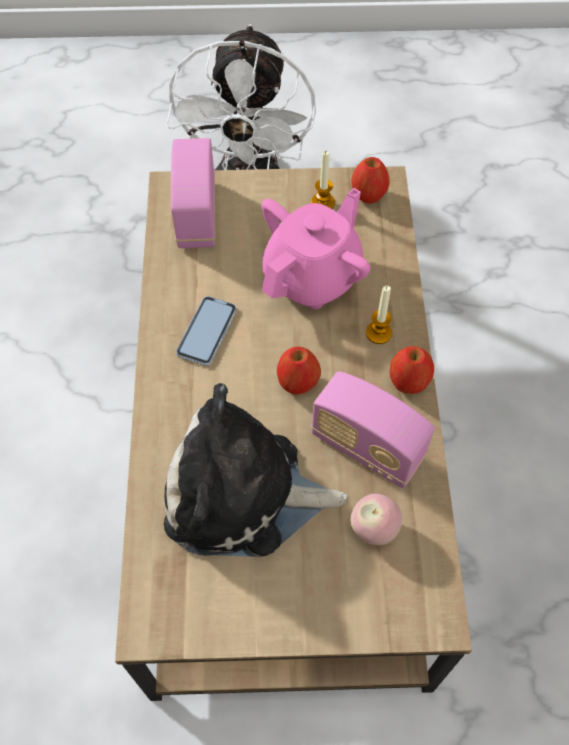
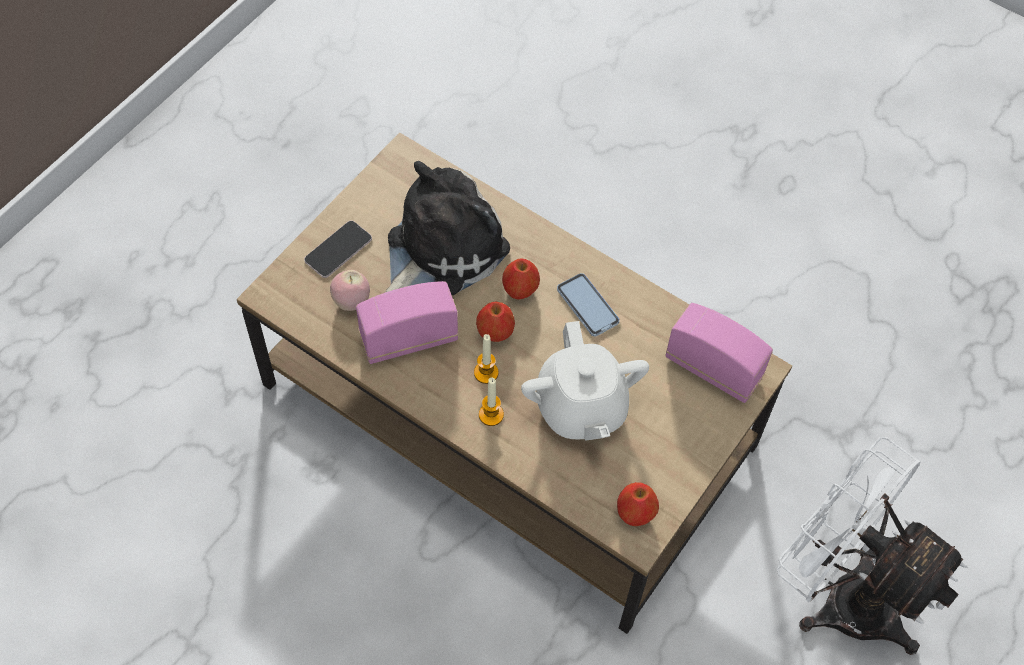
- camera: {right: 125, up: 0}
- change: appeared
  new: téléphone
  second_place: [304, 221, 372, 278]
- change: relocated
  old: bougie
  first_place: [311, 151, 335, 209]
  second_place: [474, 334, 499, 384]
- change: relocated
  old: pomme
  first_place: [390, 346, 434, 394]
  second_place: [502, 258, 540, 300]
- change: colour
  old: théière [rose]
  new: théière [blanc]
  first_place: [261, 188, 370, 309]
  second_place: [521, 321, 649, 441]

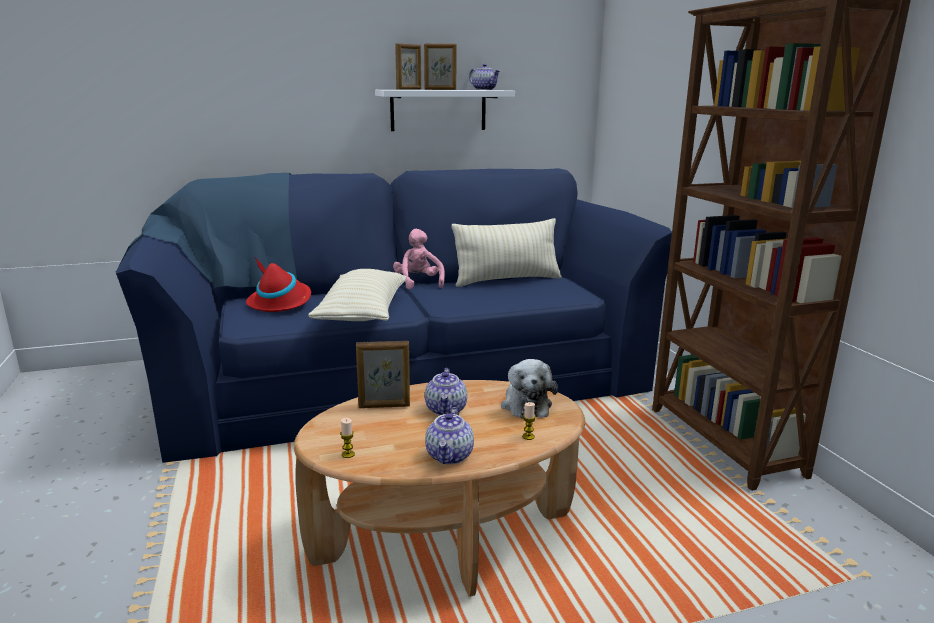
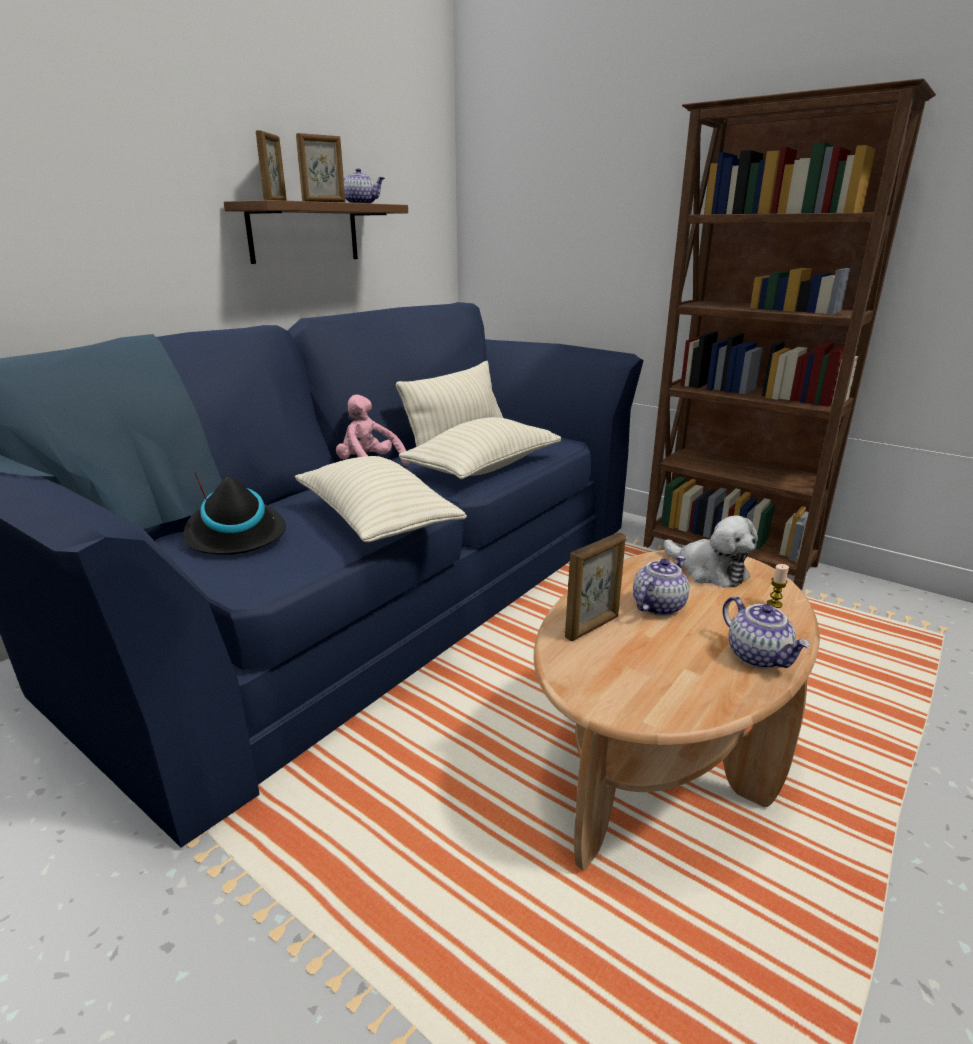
- camera: {right: -35, up: 5}
- change: colour
  old: chapeau [rouge]
  new: chapeau [noir]
  first_place: [246, 257, 311, 312]
  second_place: [184, 472, 286, 555]
- change: colour
  old: étagère [blanc]
  new: étagère [marron]
  first_place: [375, 90, 515, 131]
  second_place: [224, 200, 408, 264]
- change: appeared
  new: coussin [beige]
  second_place: [399, 417, 561, 479]
- change: spun
  old: théière
  first_place: [425, 368, 467, 416]
  second_place: [633, 556, 689, 616]
  degrees: -105
- change: missing
  old: bougie
  first_place: [340, 418, 355, 458]

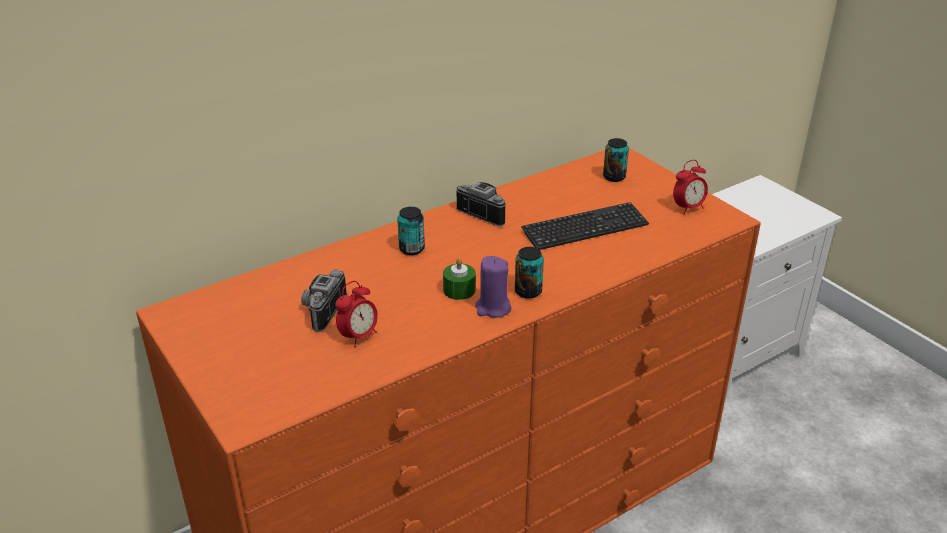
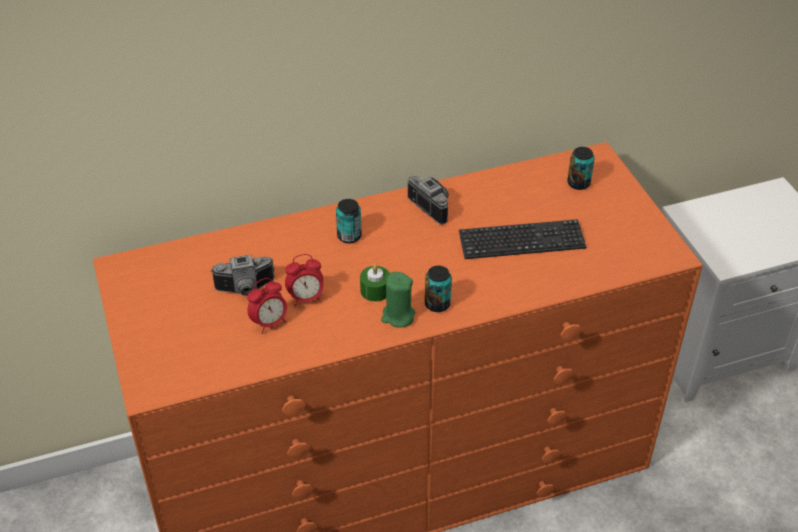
- camera: {right: 15, up: 10}
- change: spun
  old: appareil photo
  first_place: [301, 270, 347, 332]
  second_place: [210, 254, 275, 296]
  degrees: -135
- change: relocated
  old: réveil
  first_place: [673, 160, 708, 215]
  second_place: [285, 254, 323, 307]
- change: colour
  old: bougie [violet]
  new: bougie [vert]
  first_place: [475, 256, 511, 318]
  second_place: [381, 272, 415, 327]

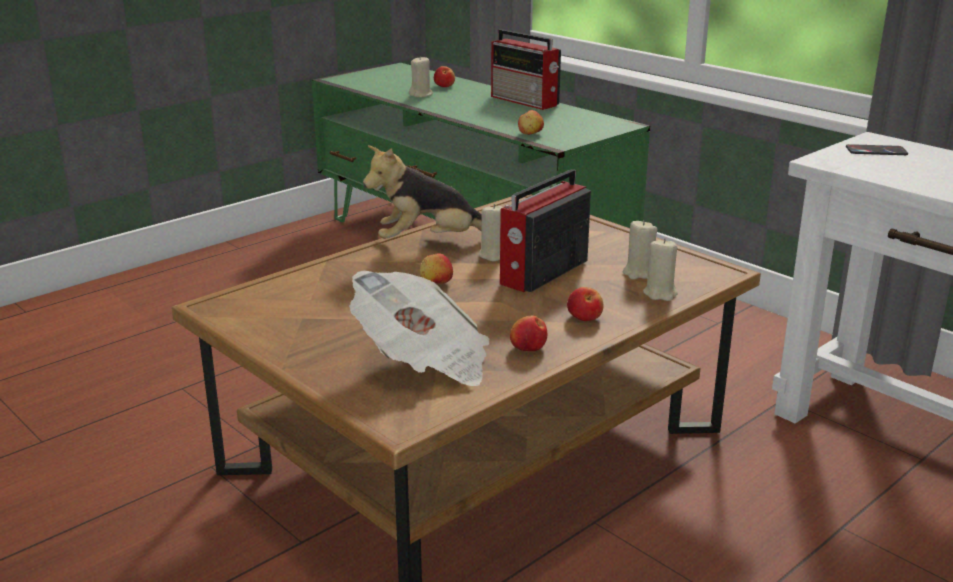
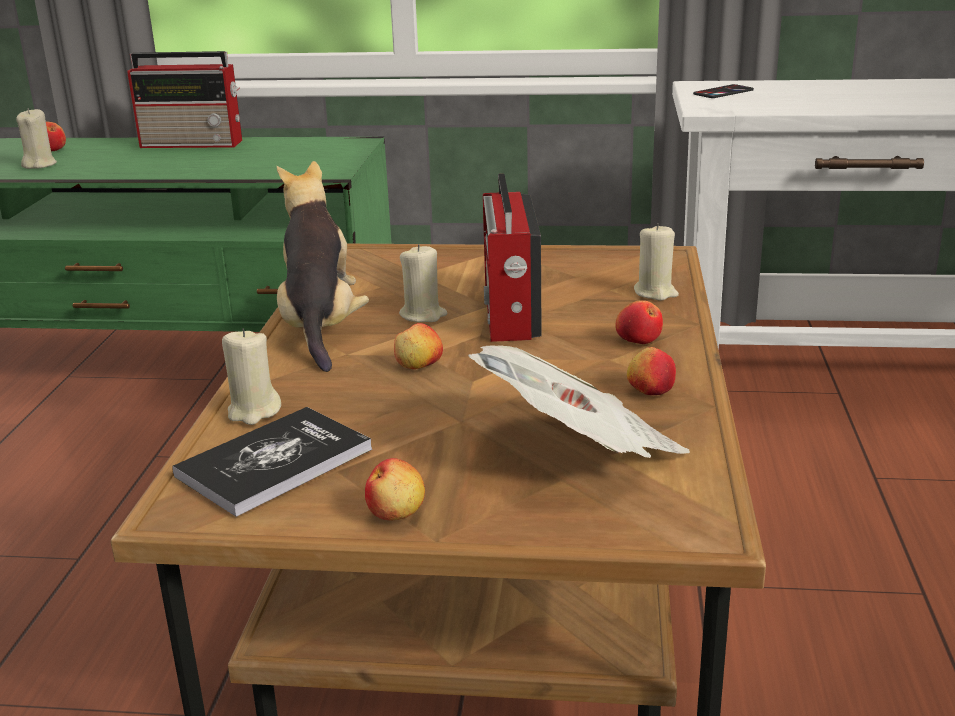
- camera: {right: -40, up: 0}
- change: appeared
  new: livre
  second_place: [172, 407, 372, 517]
- change: relocated
  old: bougie [beige]
  first_place: [622, 220, 658, 279]
  second_place: [222, 329, 281, 425]
- change: spun
  old: peluche
  first_place: [363, 145, 482, 239]
  second_place: [277, 161, 369, 372]
  degrees: 135
- change: relocated
  old: pomme
  first_place: [518, 110, 544, 135]
  second_place: [365, 458, 425, 520]

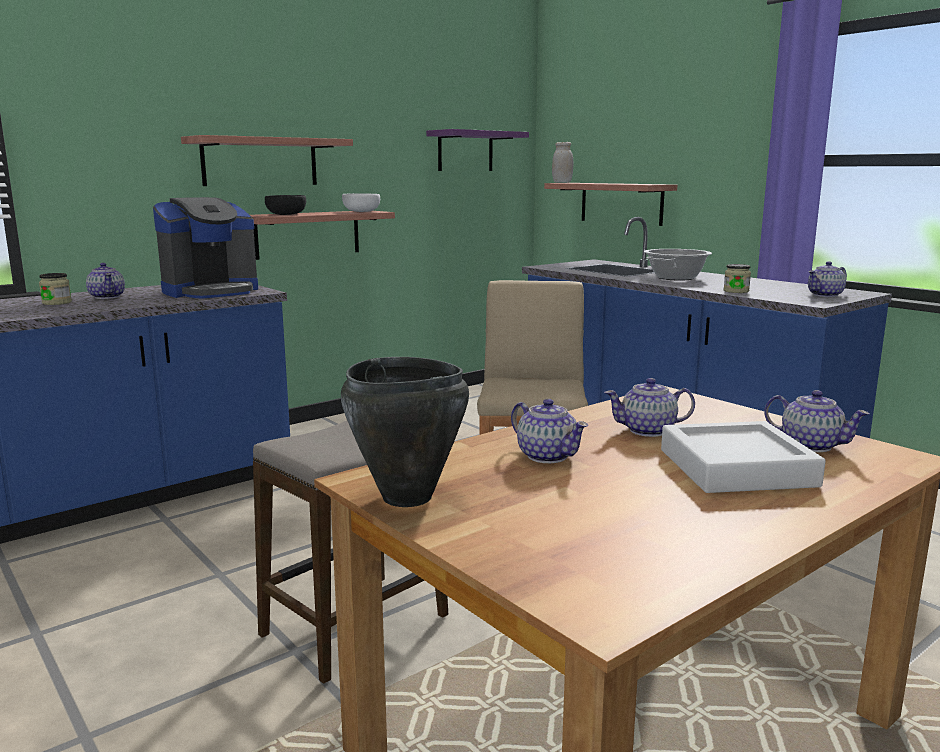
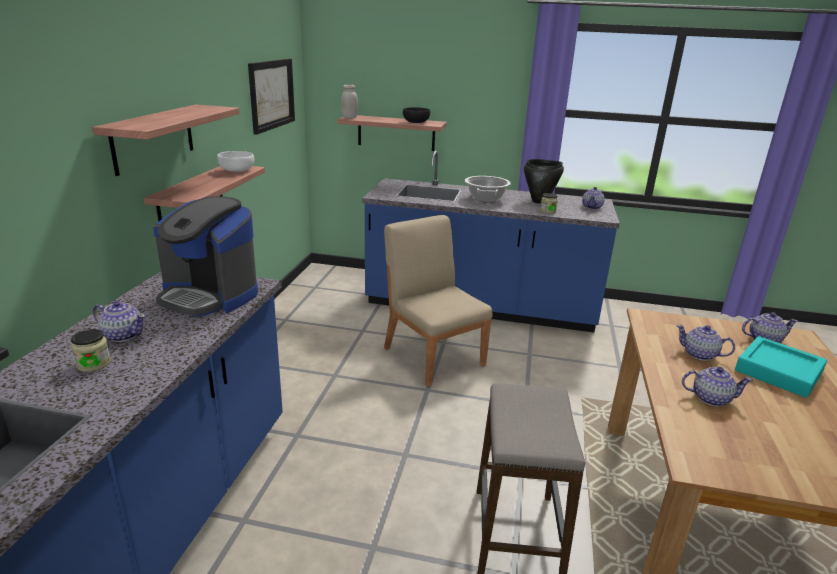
- camera: {right: -40, up: 10}
- change: spun
  old: machine à café
  first_place: [153, 197, 258, 299]
  second_place: [153, 196, 258, 317]
  degrees: 105
- change: exchanged
  old: étagère [violet]
  new: tableau
  first_place: [426, 129, 529, 171]
  second_place: [248, 59, 295, 135]
- change: relocated
  old: bol [noir]
  first_place: [265, 195, 306, 215]
  second_place: [403, 107, 430, 123]
- change: relocated
  old: marmite [noir]
  first_place: [341, 357, 469, 507]
  second_place: [524, 159, 564, 204]
- change: spun
  old: théière
  first_place: [604, 378, 695, 437]
  second_place: [676, 325, 735, 361]
  degrees: 75
- change: colour
  old: plateau [blanc]
  new: plateau [turquoise]
  first_place: [661, 421, 826, 493]
  second_place: [735, 336, 827, 398]

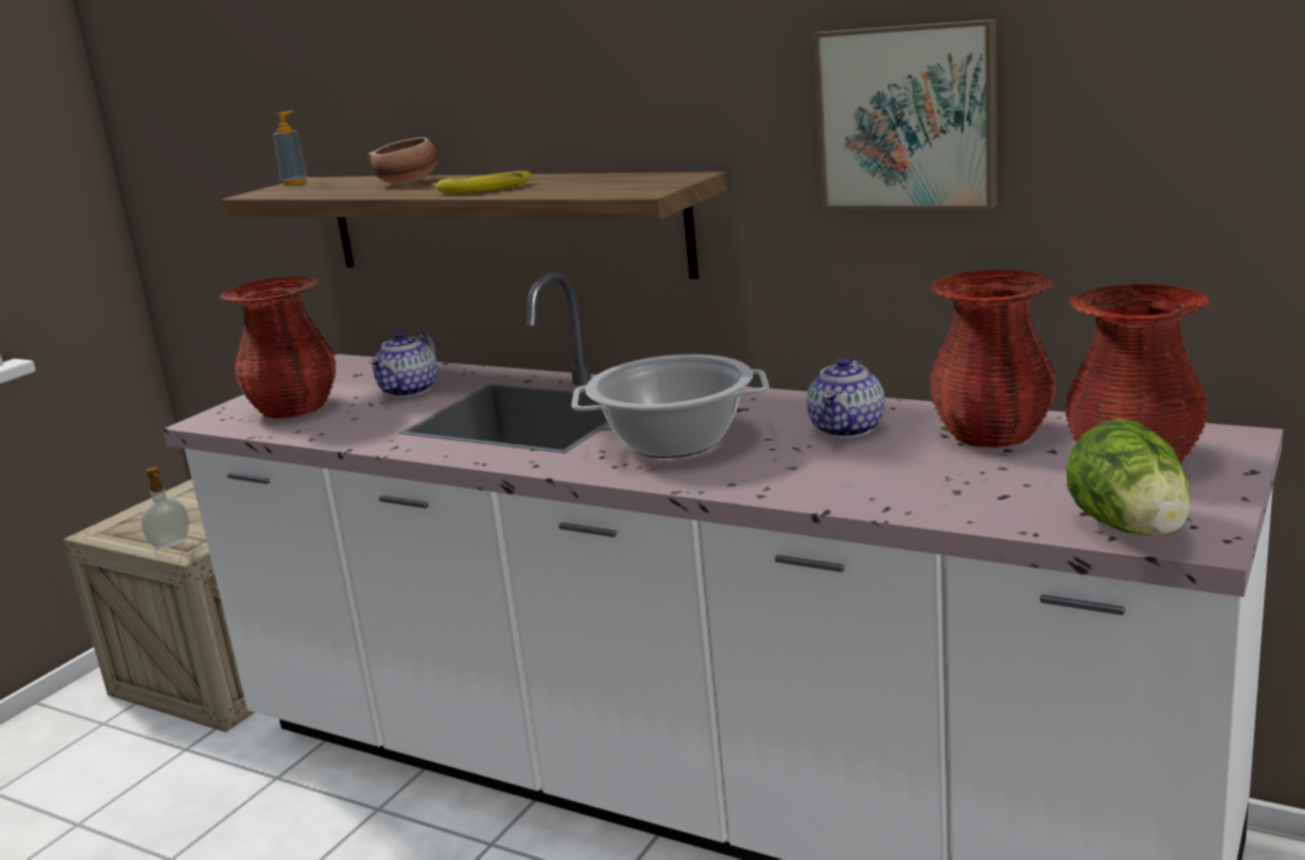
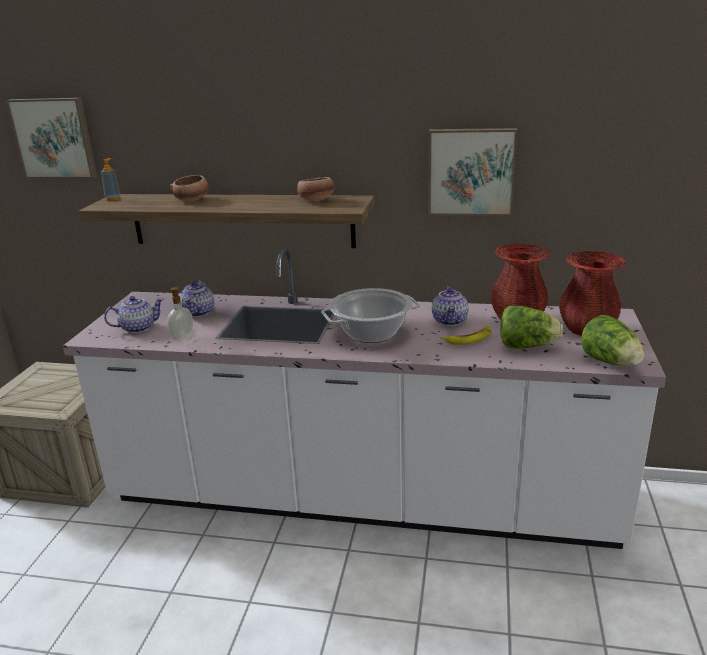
- camera: {right: -20, up: 5}
- change: appeared
  new: tableau
  second_place: [5, 98, 97, 178]
- change: exchanged
  old: vase [rouge]
  new: théière
  first_place: [220, 276, 336, 419]
  second_place: [104, 296, 164, 333]
- change: relocated
  old: distributeur de savon
  first_place: [141, 467, 189, 549]
  second_place: [167, 287, 193, 340]
- change: appeared
  new: bol
  second_place: [297, 177, 334, 201]
- change: relocated
  old: banane
  first_place: [432, 171, 531, 194]
  second_place: [440, 326, 492, 345]
- change: appeared
  new: laitue
  second_place: [500, 306, 563, 349]

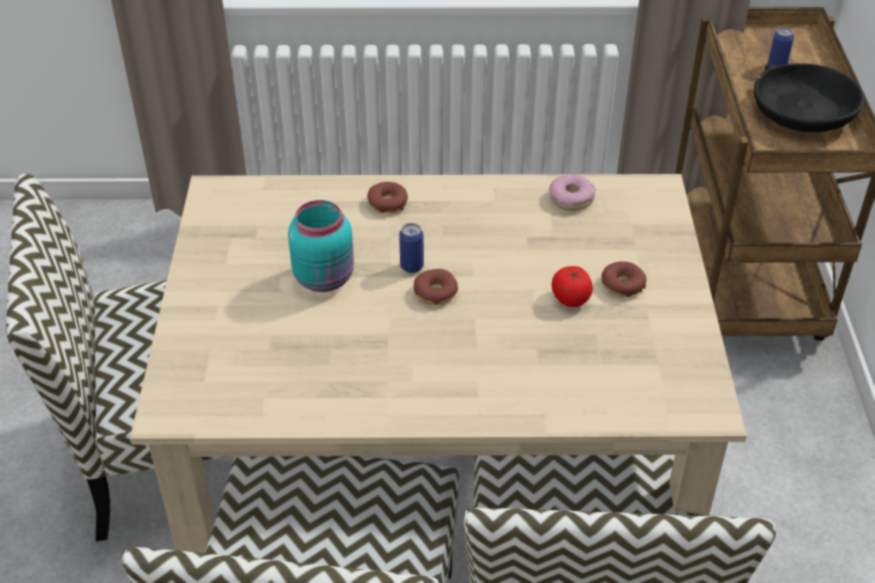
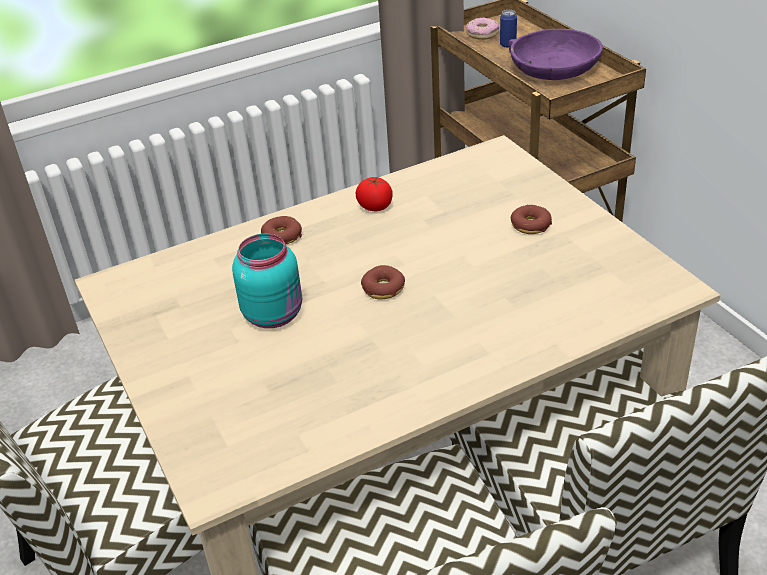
- camera: {right: -25, up: -5}
- change: relocated
  old: tomate
  first_place: [552, 266, 593, 307]
  second_place: [355, 177, 393, 211]
- change: relocated
  old: beignet
  first_place: [549, 174, 596, 211]
  second_place: [466, 18, 499, 40]
- change: colour
  old: bol [noir]
  new: bol [violet]
  first_place: [754, 63, 865, 132]
  second_place: [508, 29, 603, 80]
- change: missing
  old: boîte métallique
  first_place: [399, 223, 424, 273]

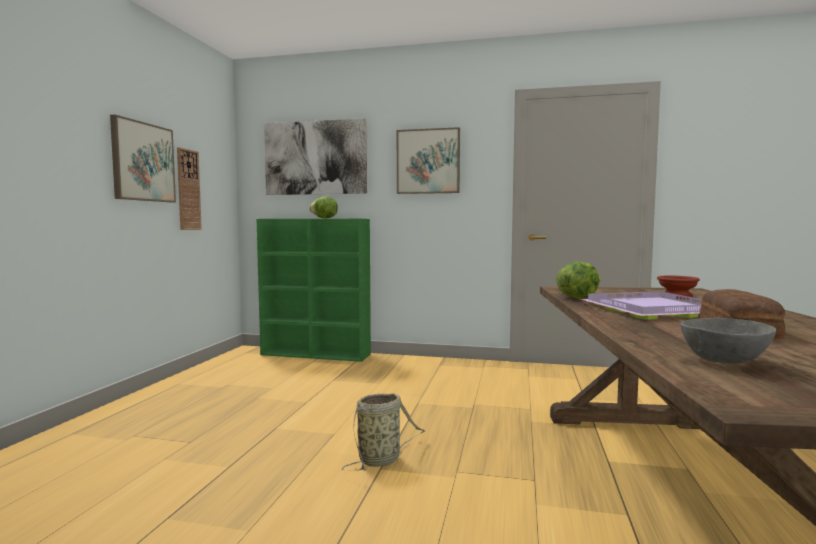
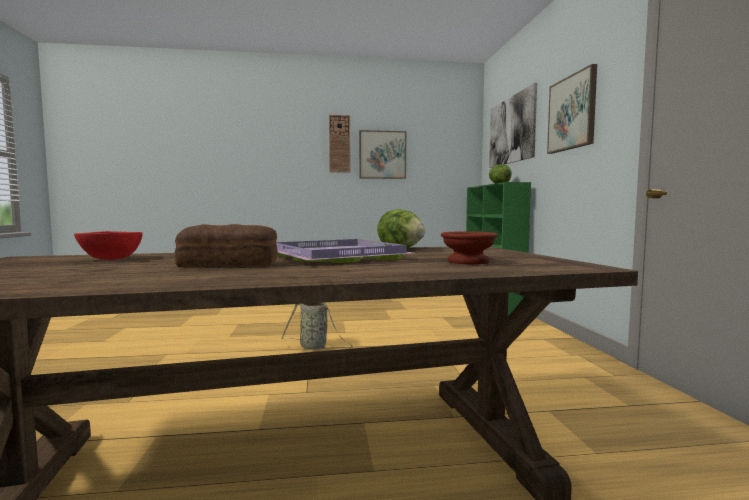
- camera: {right: 70, up: 0}
- change: colour
  old: bol [gris]
  new: bol [rouge]
  first_place: [681, 318, 776, 364]
  second_place: [74, 231, 143, 260]
- change: relocated
  old: horloge murale
  first_place: [177, 147, 202, 230]
  second_place: [329, 115, 350, 173]

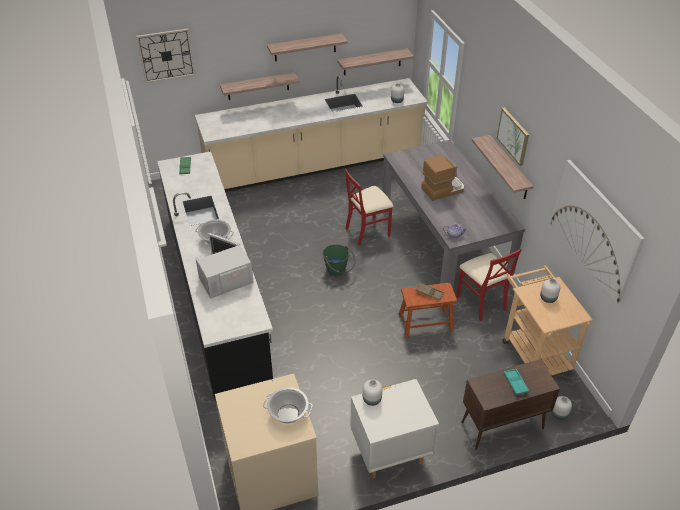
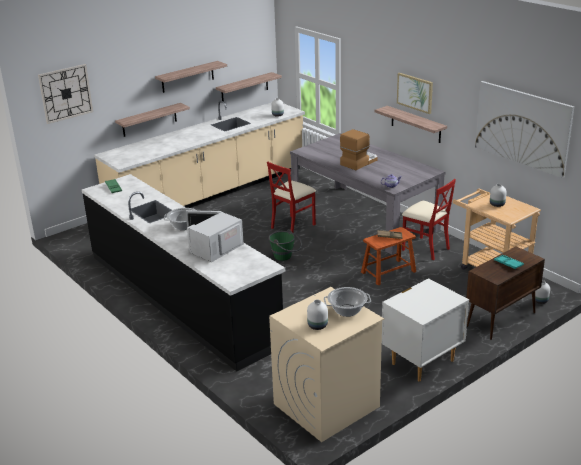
- camera: {right: -20, up: -15}
- change: relocated
  old: vase [blanc]
  first_place: [363, 379, 382, 406]
  second_place: [307, 300, 328, 330]

